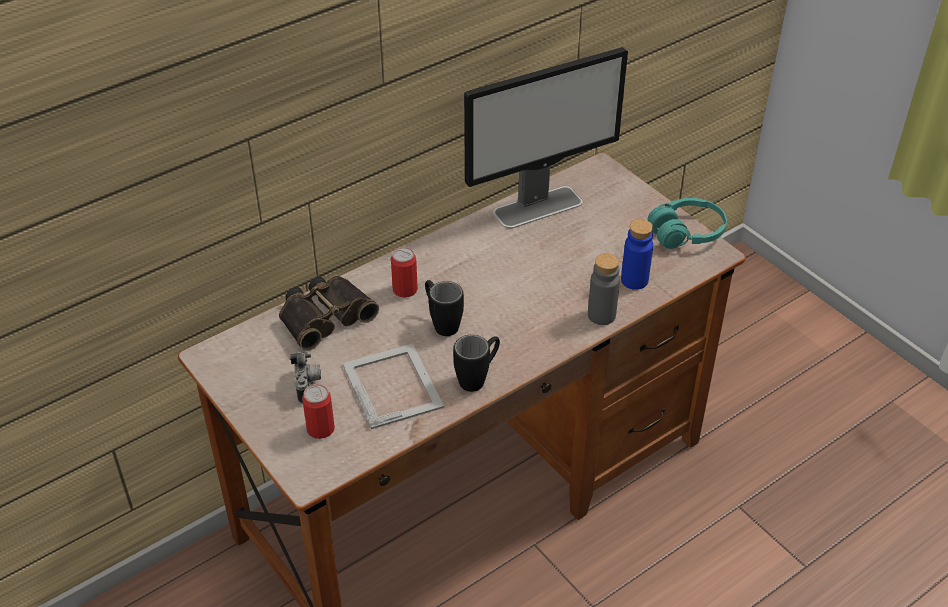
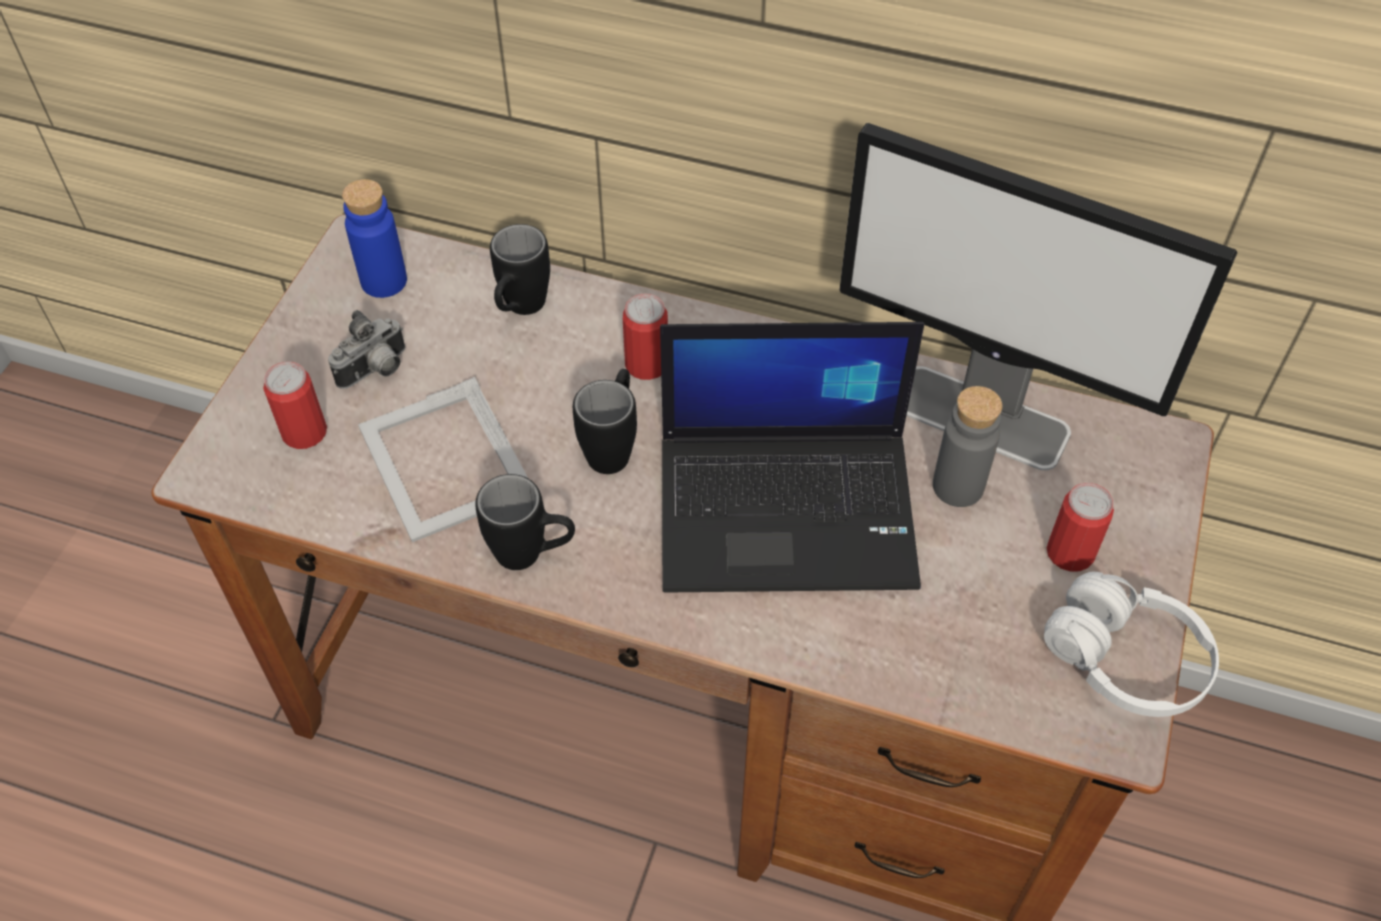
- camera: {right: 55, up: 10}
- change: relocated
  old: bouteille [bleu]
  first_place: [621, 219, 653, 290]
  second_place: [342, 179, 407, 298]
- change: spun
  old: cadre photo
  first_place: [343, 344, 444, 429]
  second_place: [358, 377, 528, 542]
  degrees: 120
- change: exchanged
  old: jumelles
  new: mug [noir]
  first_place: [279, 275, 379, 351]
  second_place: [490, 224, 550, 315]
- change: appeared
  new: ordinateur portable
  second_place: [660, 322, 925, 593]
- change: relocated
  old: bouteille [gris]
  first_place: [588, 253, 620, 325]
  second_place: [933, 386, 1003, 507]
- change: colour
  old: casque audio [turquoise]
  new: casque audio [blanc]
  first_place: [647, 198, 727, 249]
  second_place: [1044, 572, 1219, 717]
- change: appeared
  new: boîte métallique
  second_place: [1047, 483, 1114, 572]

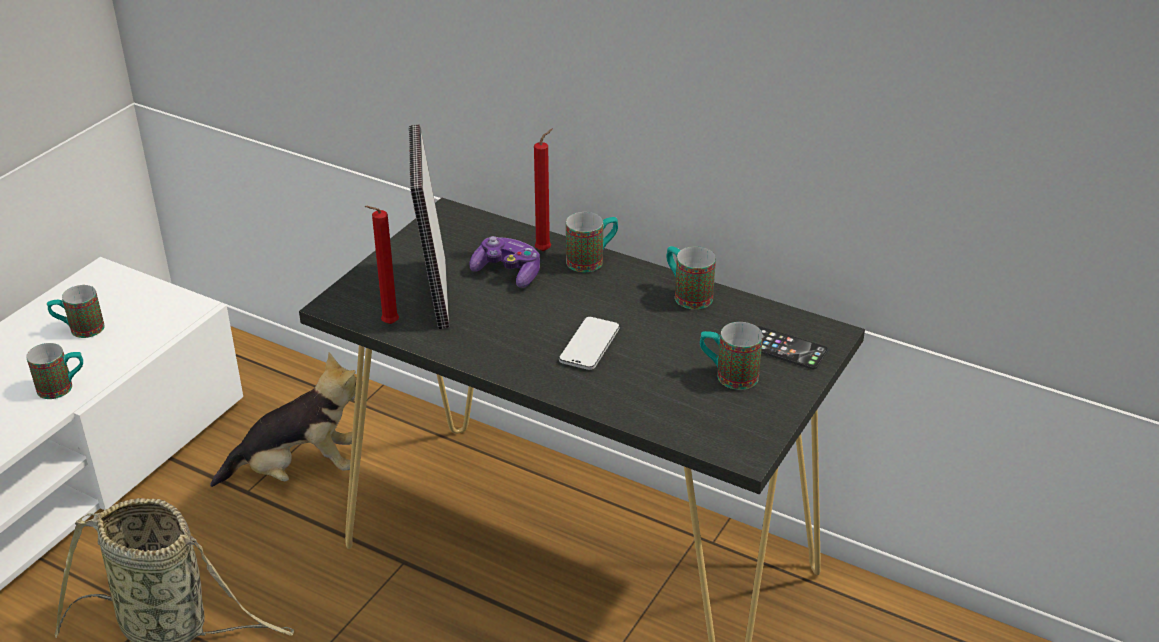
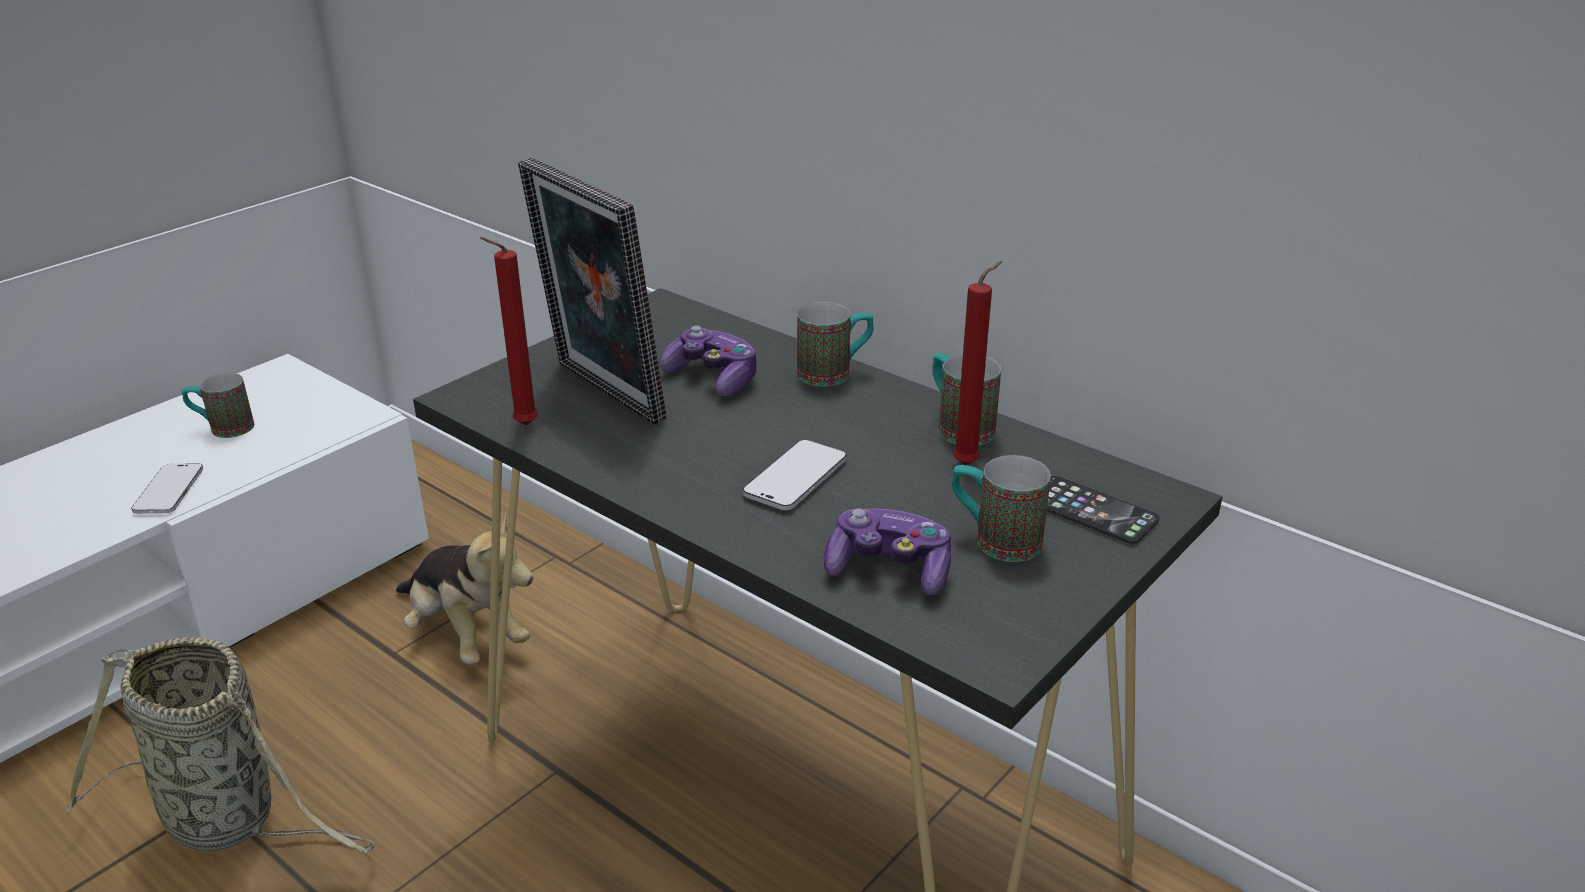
- camera: {right: 10, up: -5}
- change: exchanged
  old: mug
  new: téléphone
  first_place: [26, 343, 83, 399]
  second_place: [131, 463, 203, 514]
- change: spun
  old: peluche
  first_place: [210, 353, 363, 487]
  second_place: [396, 512, 533, 664]
  degrees: 45
- change: spun
  old: cadre photo
  first_place: [409, 124, 449, 329]
  second_place: [518, 158, 667, 425]
  degrees: -45
- change: appeared
  new: manette
  second_place: [824, 508, 951, 595]
- change: relocated
  old: bougie [rouge]
  first_place: [534, 129, 553, 251]
  second_place: [953, 261, 1002, 465]

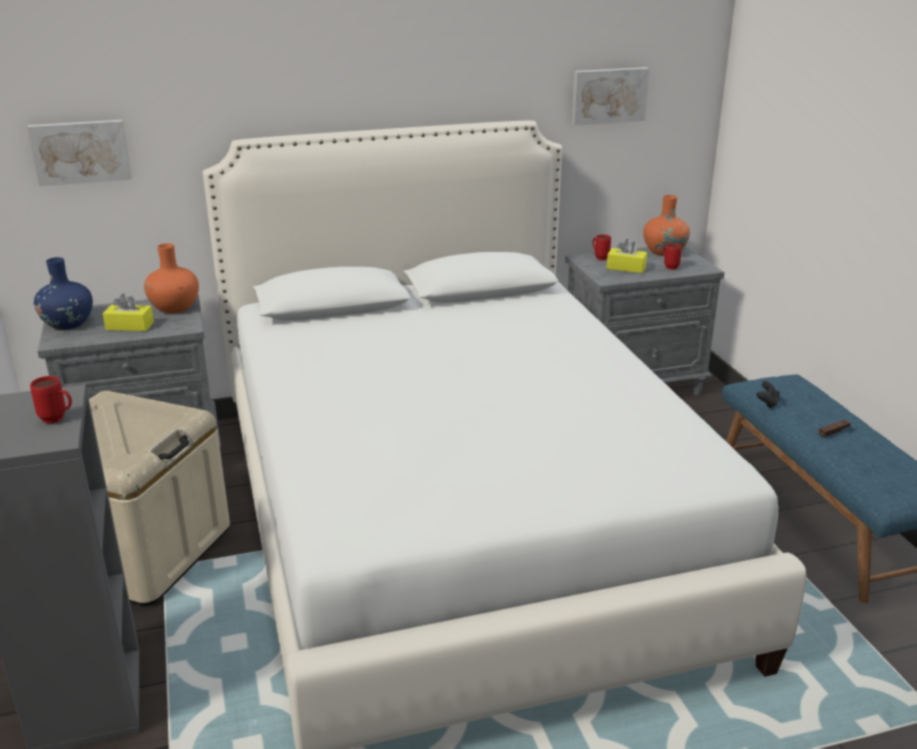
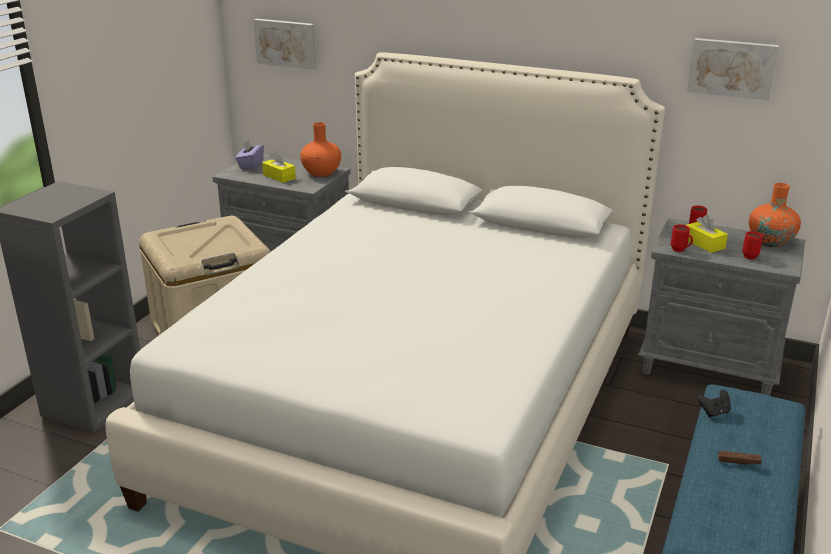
- camera: {right: 40, up: 0}
- change: exchanged
  old: vase [bleu]
  new: boîte à mouchoirs [violet]
  first_place: [34, 257, 93, 330]
  second_place: [236, 139, 264, 169]
- change: relocated
  old: mug [rouge]
  first_place: [30, 376, 72, 423]
  second_place: [671, 224, 693, 252]

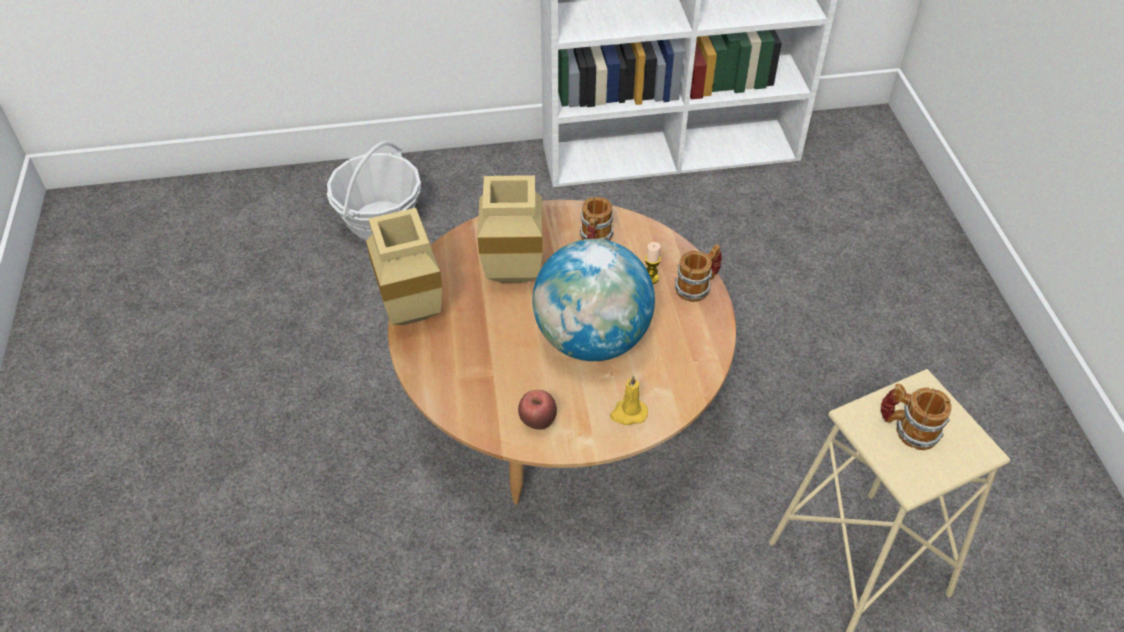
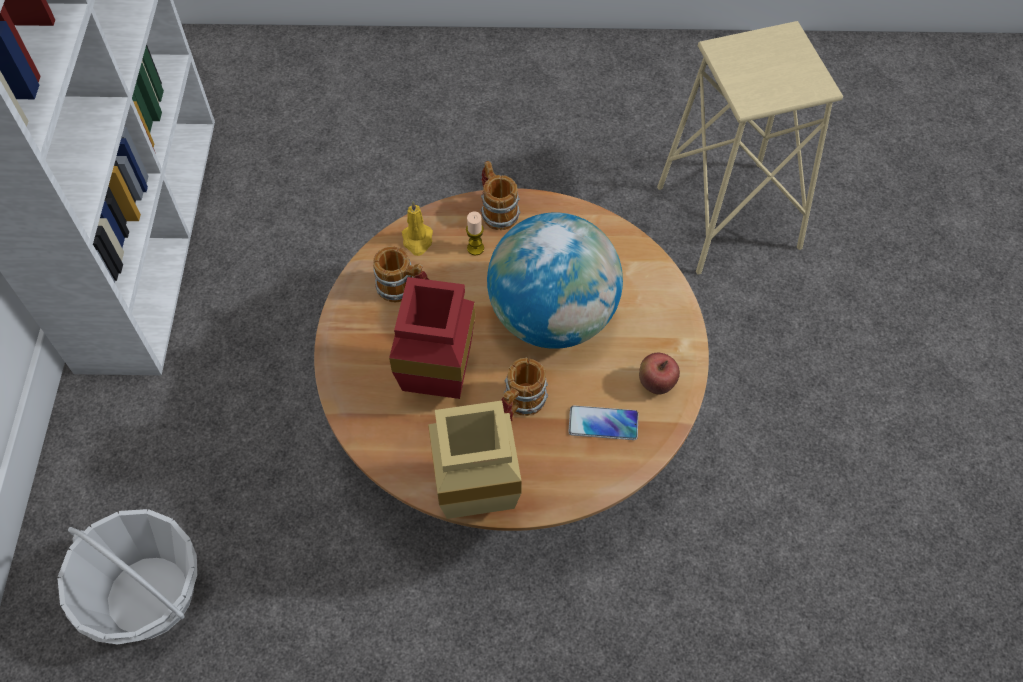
- camera: {right: -80, up: 10}
- change: colour
  old: vase [beige]
  new: vase [rouge]
  first_place: [477, 175, 543, 283]
  second_place: [389, 277, 475, 399]
- change: relocated
  old: bougie [jaune]
  first_place: [610, 375, 648, 425]
  second_place: [402, 201, 433, 256]
- change: relocated
  old: mug
  first_place: [880, 384, 952, 450]
  second_place: [501, 358, 548, 421]
- change: appeared
  new: téléphone
  second_place: [568, 405, 638, 440]

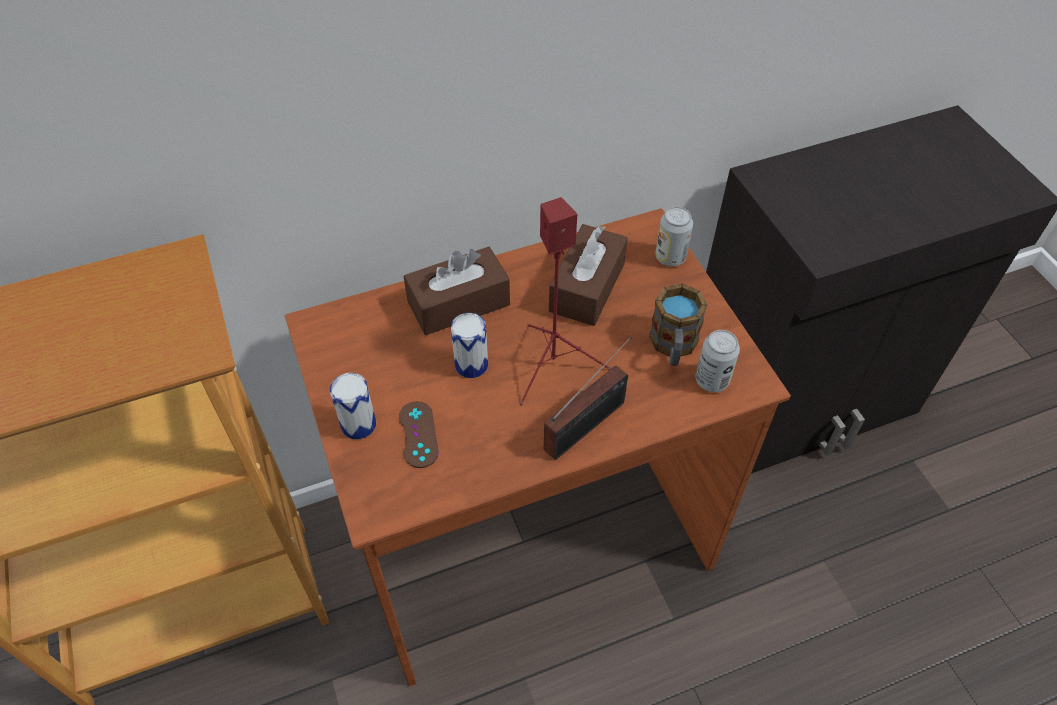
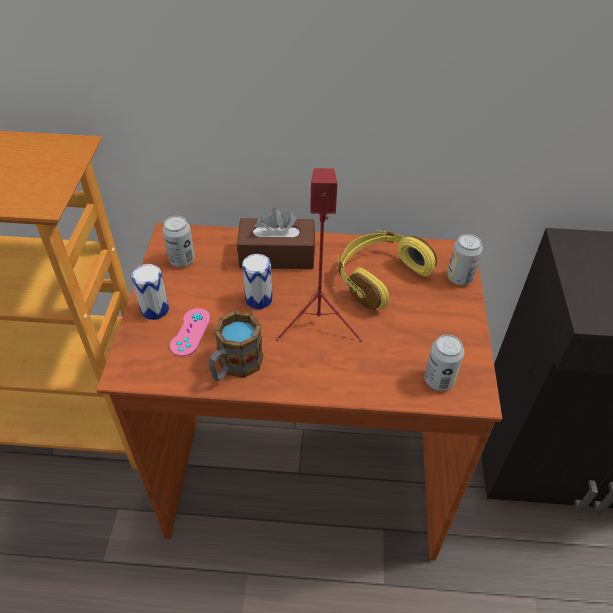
- camera: {right: 25, up: -5}
- change: appeared
  new: boîte métallique
  second_place: [162, 216, 195, 267]
- change: colour
  old: manette [marron]
  new: manette [rose]
  first_place: [399, 401, 439, 468]
  second_place: [170, 308, 211, 357]
- change: relocated
  old: mug
  first_place: [649, 283, 708, 366]
  second_place: [209, 311, 263, 381]
- change: exchanged
  old: boîte à mouchoirs [marron]
  new: casque audio [jaune]
  first_place: [549, 224, 628, 326]
  second_place: [337, 231, 437, 310]
- change: missing
  old: radio
  first_place: [544, 336, 632, 460]

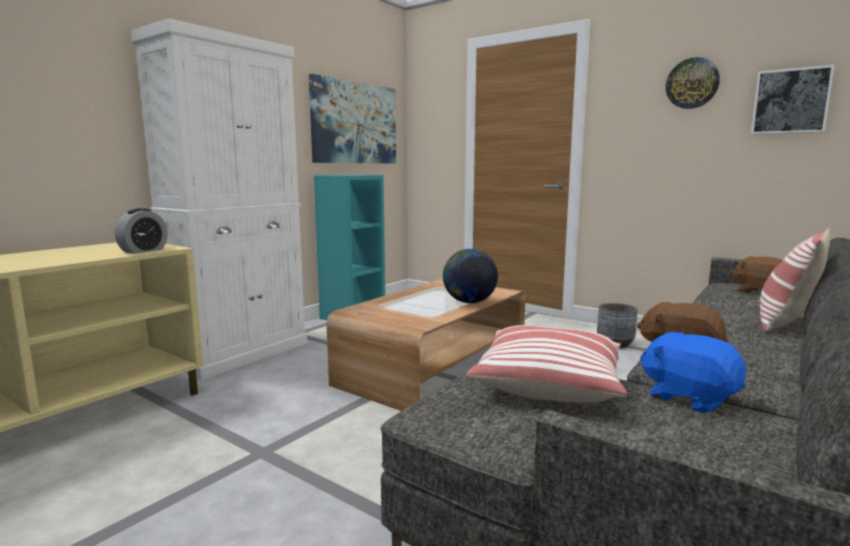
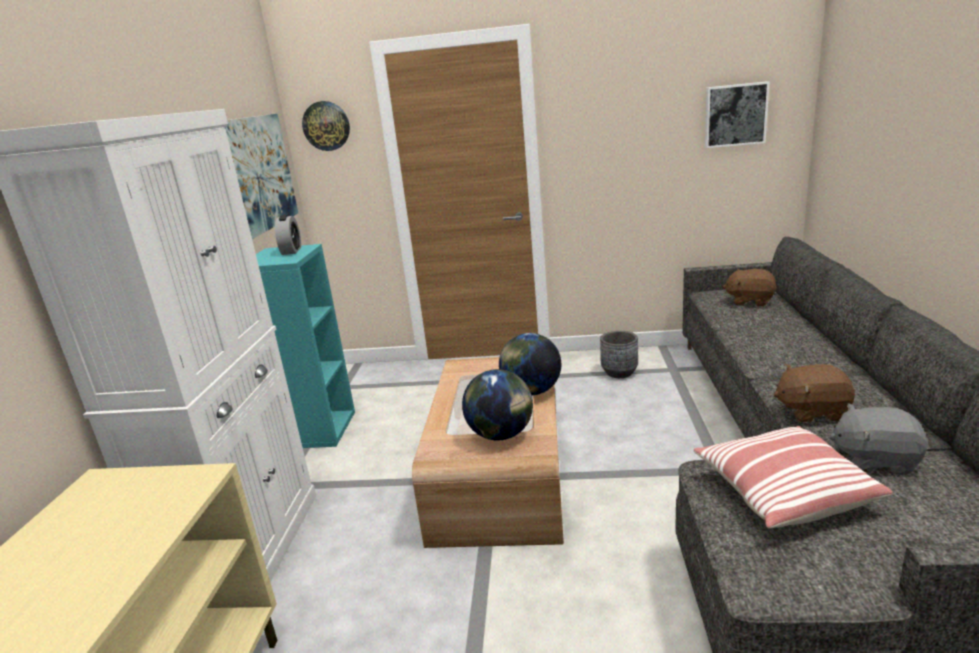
- camera: {right: -30, up: 10}
- change: relocated
  old: réveil
  first_place: [115, 208, 168, 254]
  second_place: [275, 214, 301, 255]
- change: relocated
  old: horloge murale
  first_place: [666, 57, 720, 109]
  second_place: [302, 101, 350, 151]
- change: appeared
  new: globe
  second_place: [462, 369, 533, 441]
- change: colour
  old: peluche [bleu]
  new: peluche [gris]
  first_place: [640, 332, 746, 413]
  second_place: [829, 403, 928, 475]
- change: missing
  old: coussin
  first_place: [760, 228, 830, 332]

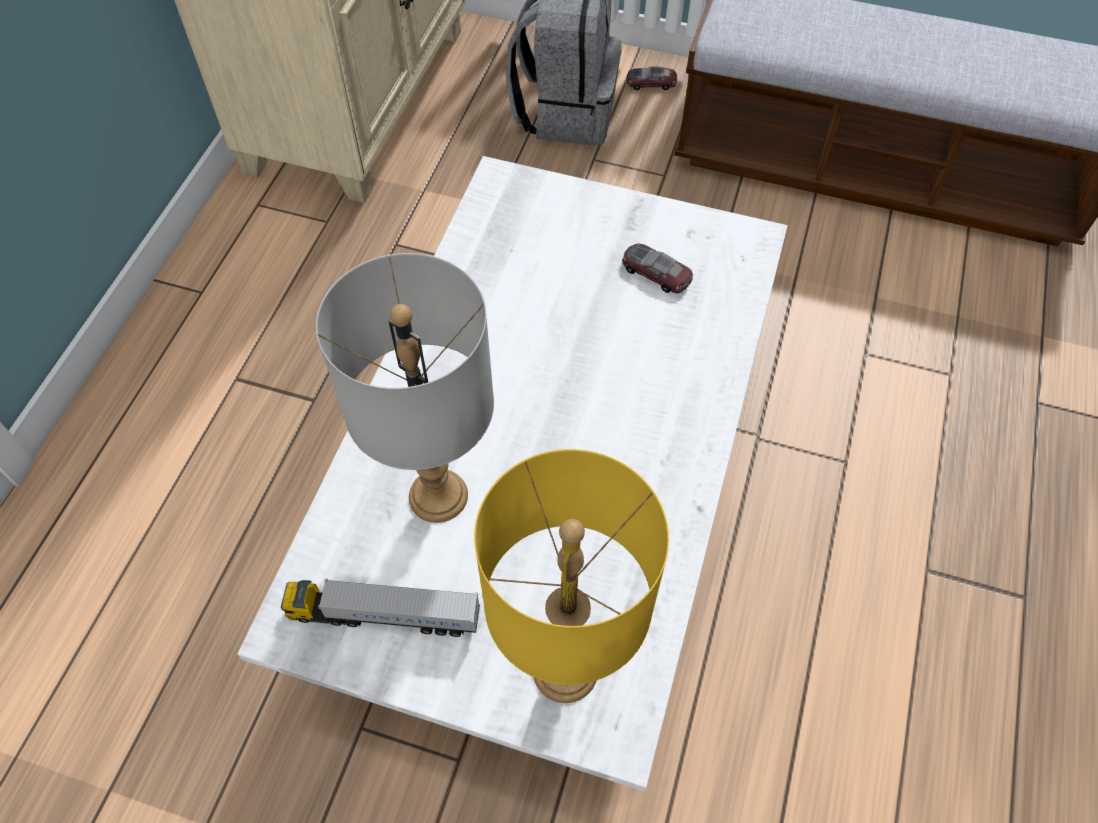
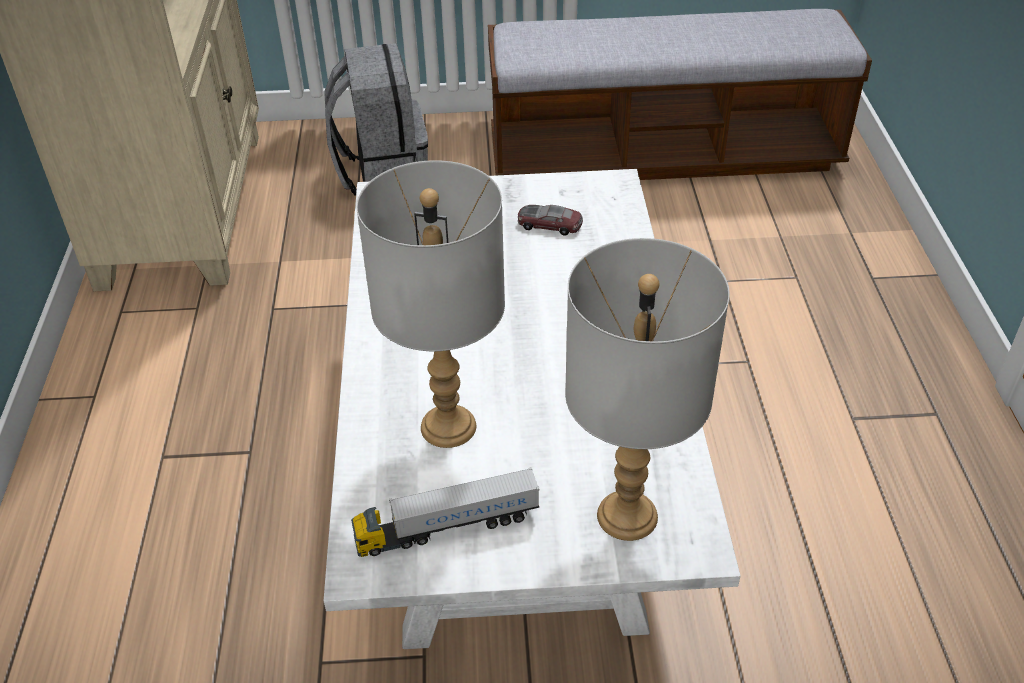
- camera: {right: -20, up: -15}
- change: colour
  old: lampe de table [jaune]
  new: lampe de table [gris]
  first_place: [474, 449, 669, 703]
  second_place: [565, 238, 730, 541]
- change: missing
  old: petite voiture
  first_place: [627, 67, 677, 90]

